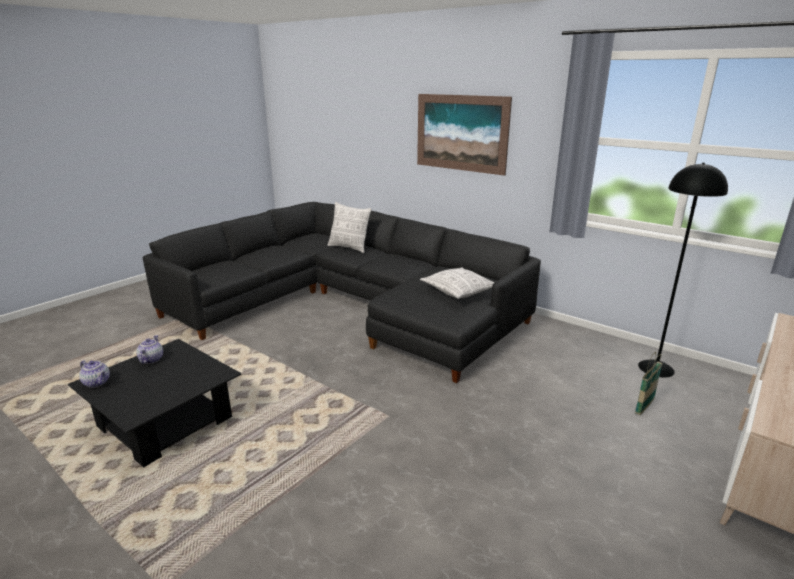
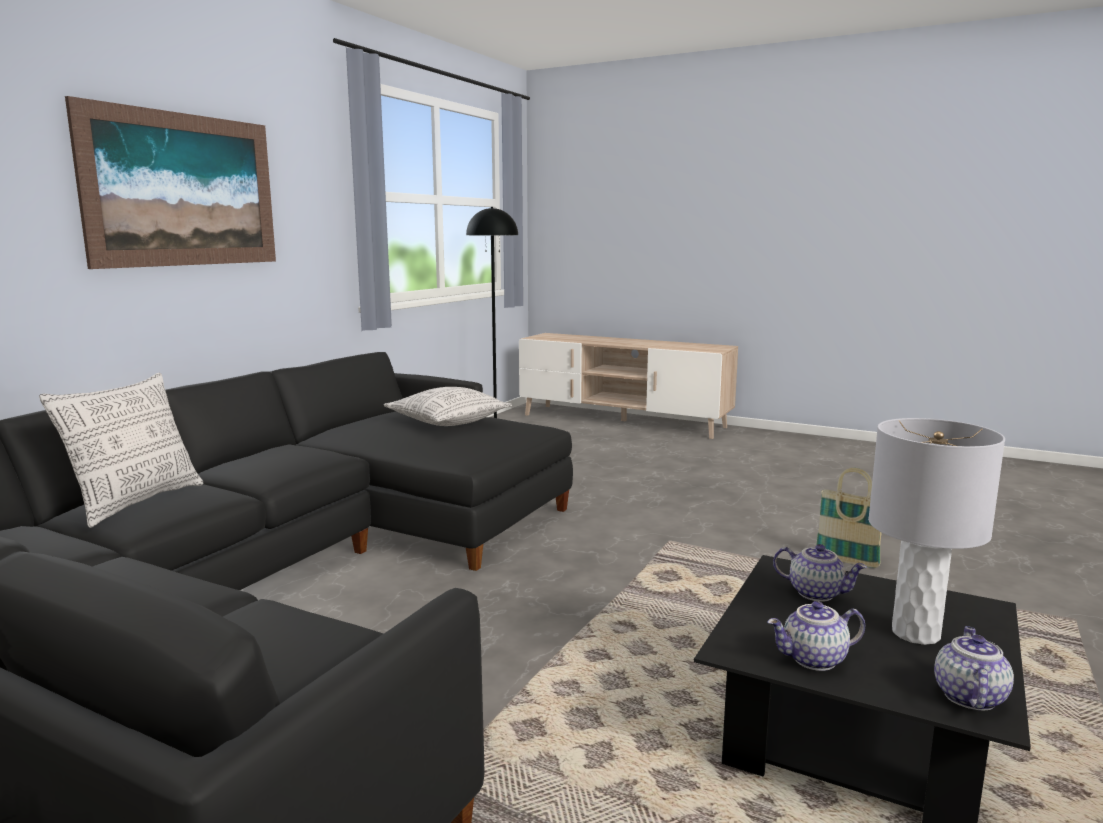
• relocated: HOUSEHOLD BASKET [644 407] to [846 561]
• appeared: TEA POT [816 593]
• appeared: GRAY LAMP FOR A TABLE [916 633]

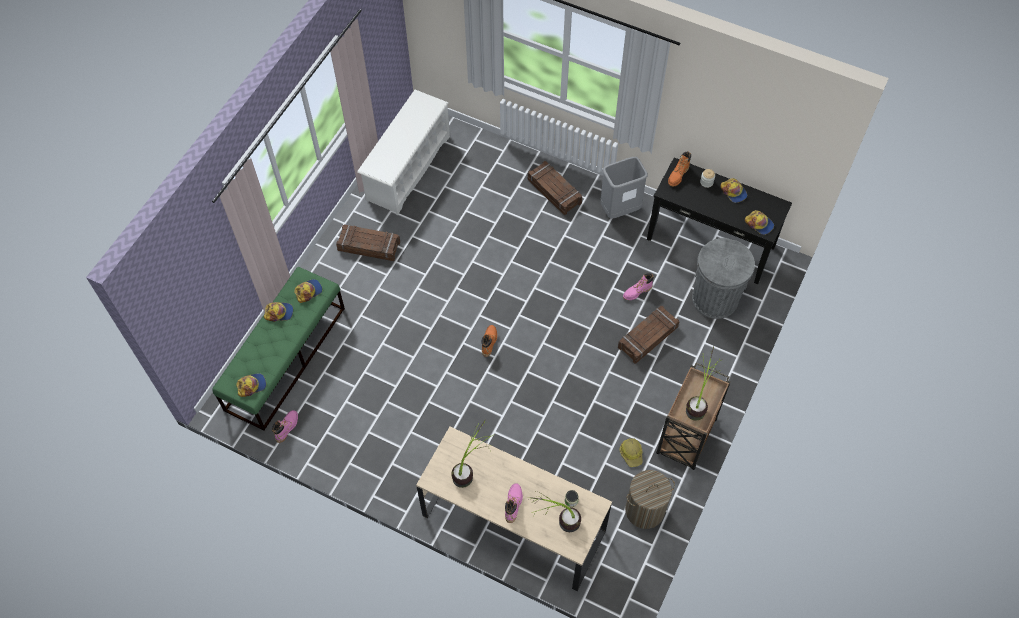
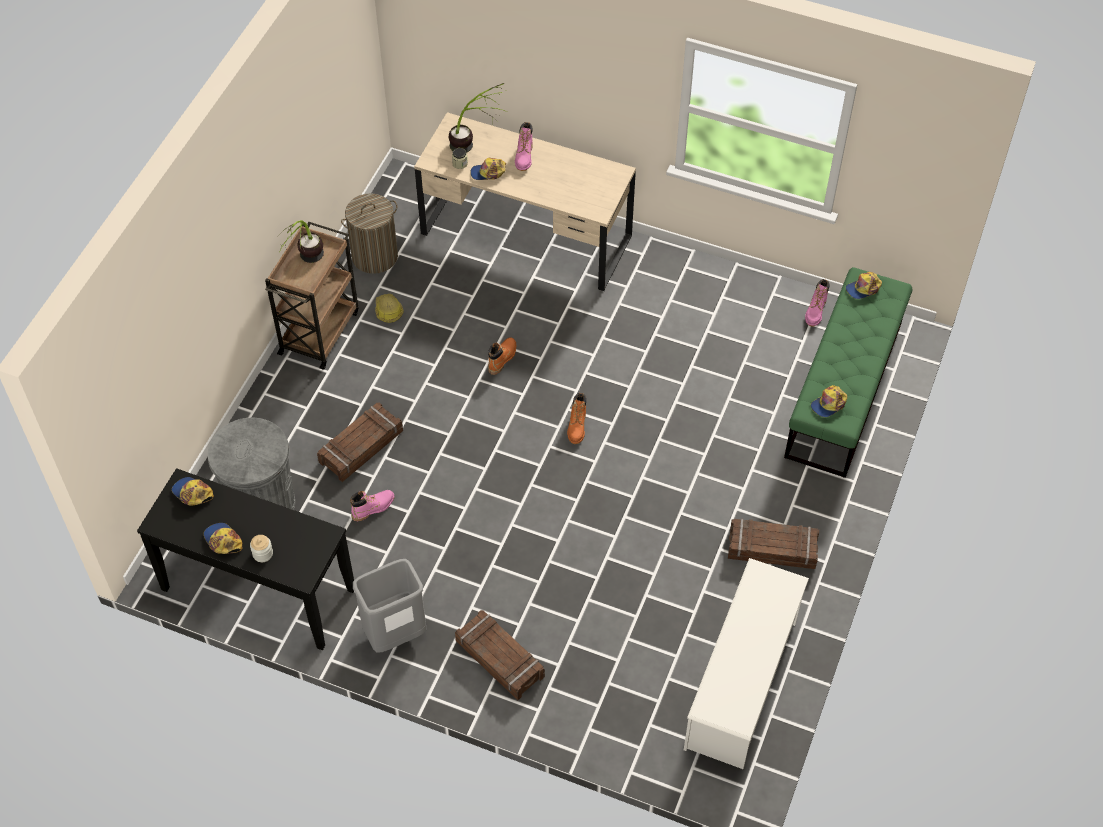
• relocated: PEAKED CAP [279 313] to [488 172]
• missing: POTTED PLANT [471 468]
• relocated: ORANGEY HIGH-TOP BOOT [678 175] to [502 358]

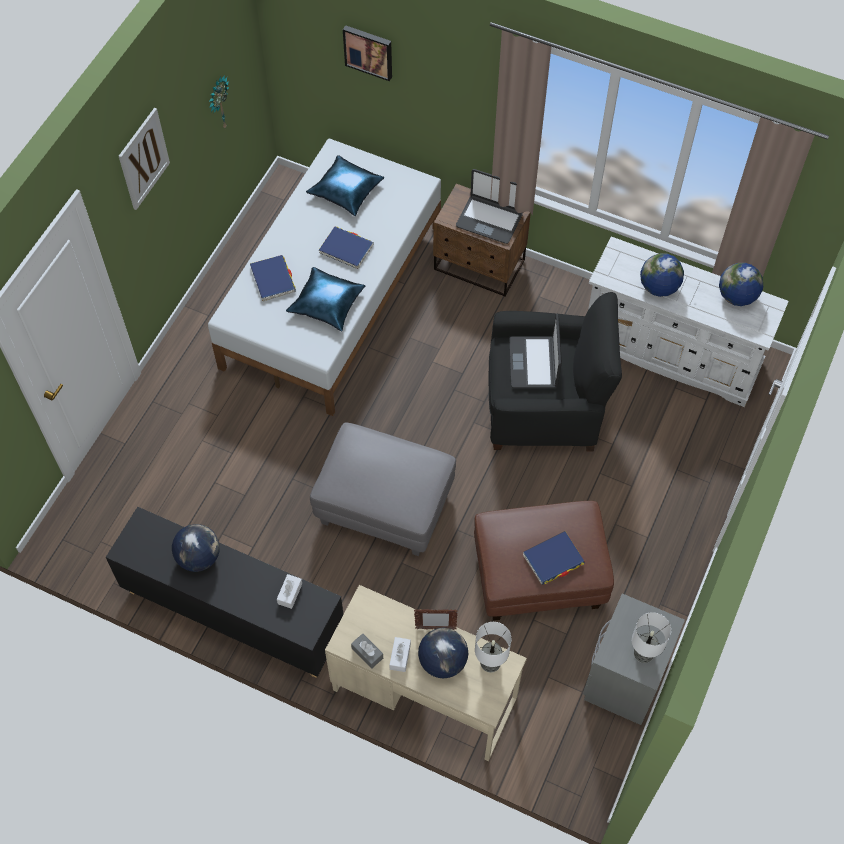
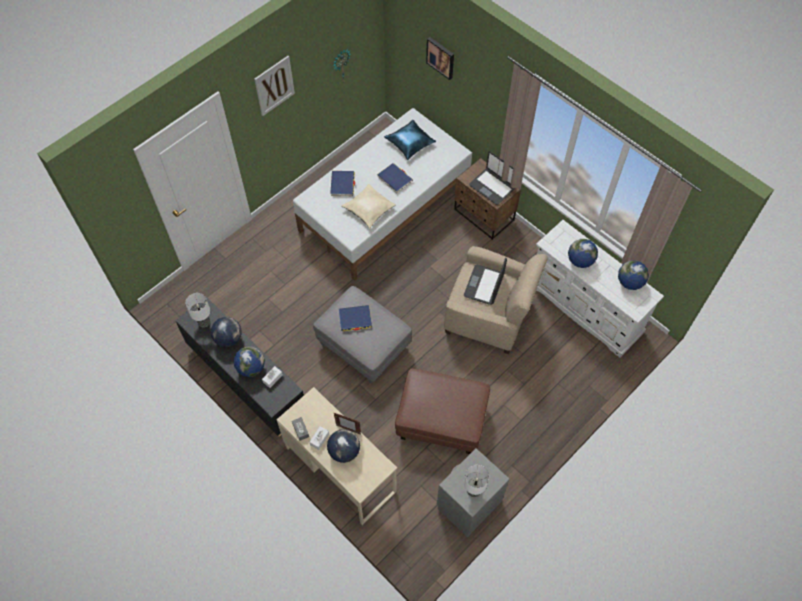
• colour: BLUE-COLOURED CUSHION [327 304] to SAND-COLOURED CUSHION [369 209]
• relocated: LAMP FOR A TABLE [490 662] to [204 321]
• colour: BLACKISH ARMCHAIR [544 406] to SAND-COLOURED ARMCHAIR [489 315]
• relocated: BLUE-COLOURED BOUND BOOK [553 559] to [355 319]
• appeared: DESK GLOBE [251 368]

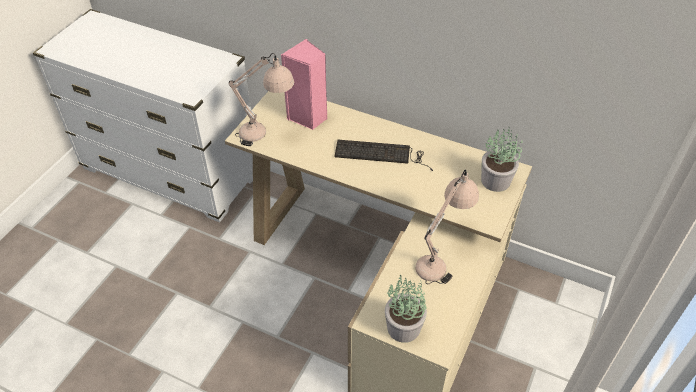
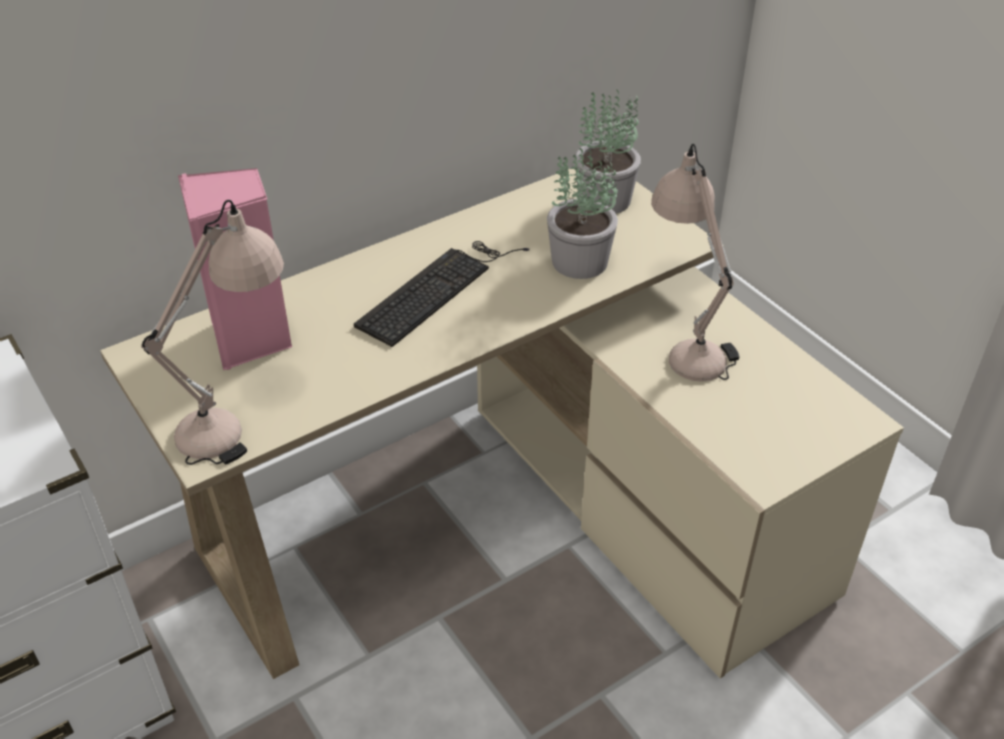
• relocated: POTTED PLANT [402 327] to [579 262]

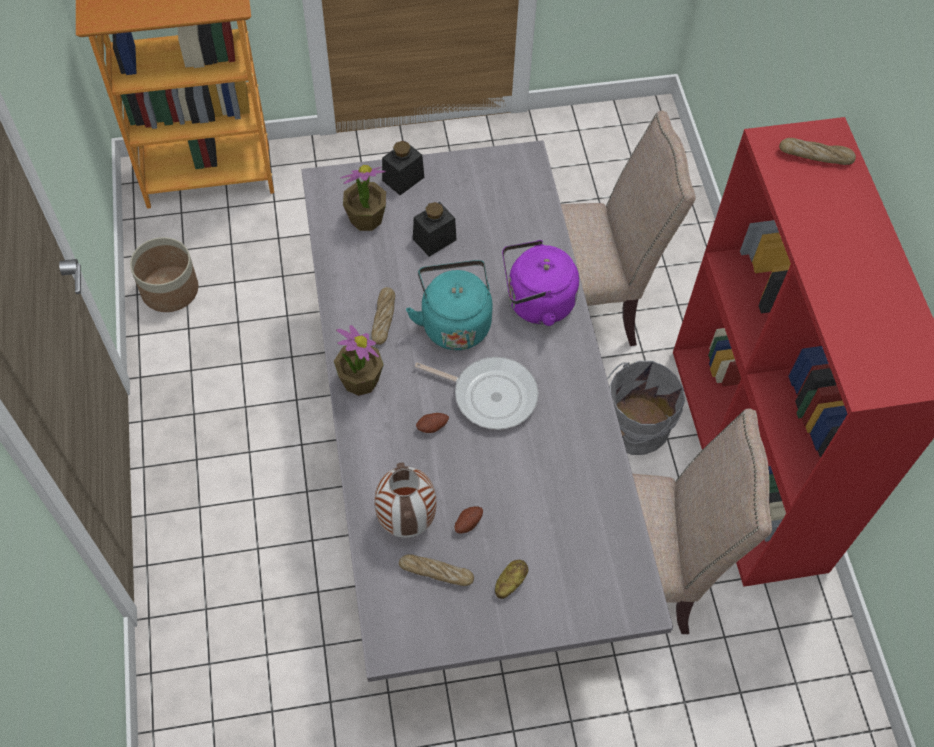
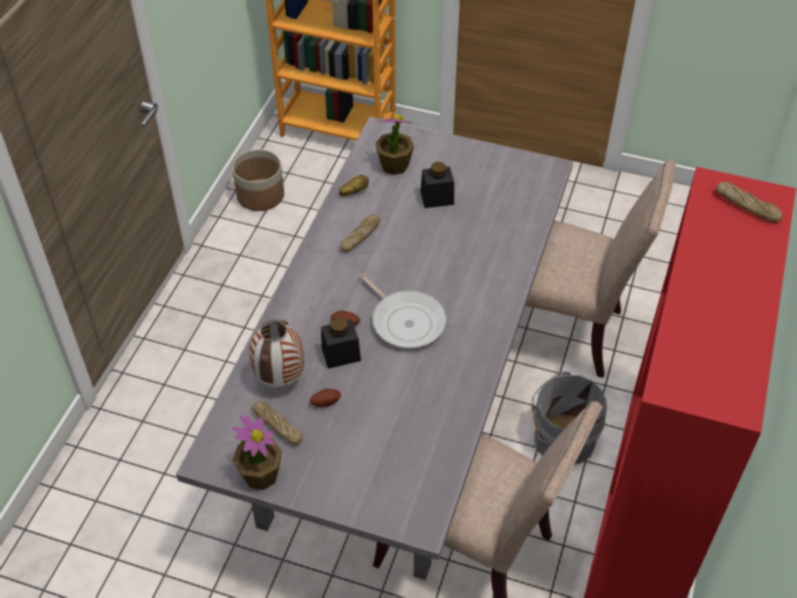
• relocated: POTTED PLANT [360 380] to [260 474]
• relocated: BLACKISH STORAGE JAR [403 179] to [341 354]
• missing: BLUE-GREEN TEA KETTLE [454 322]
• relocated: SPUD [509 582] to [354 192]
• missing: PURPLE TEA KETTLE [536 303]

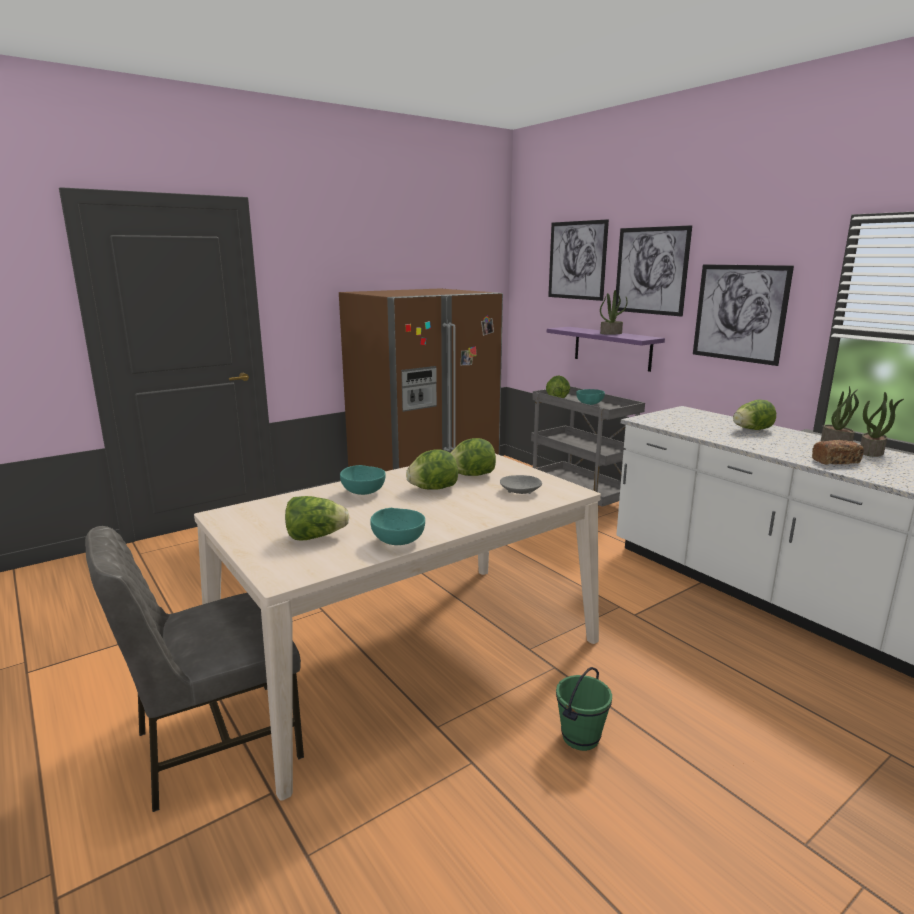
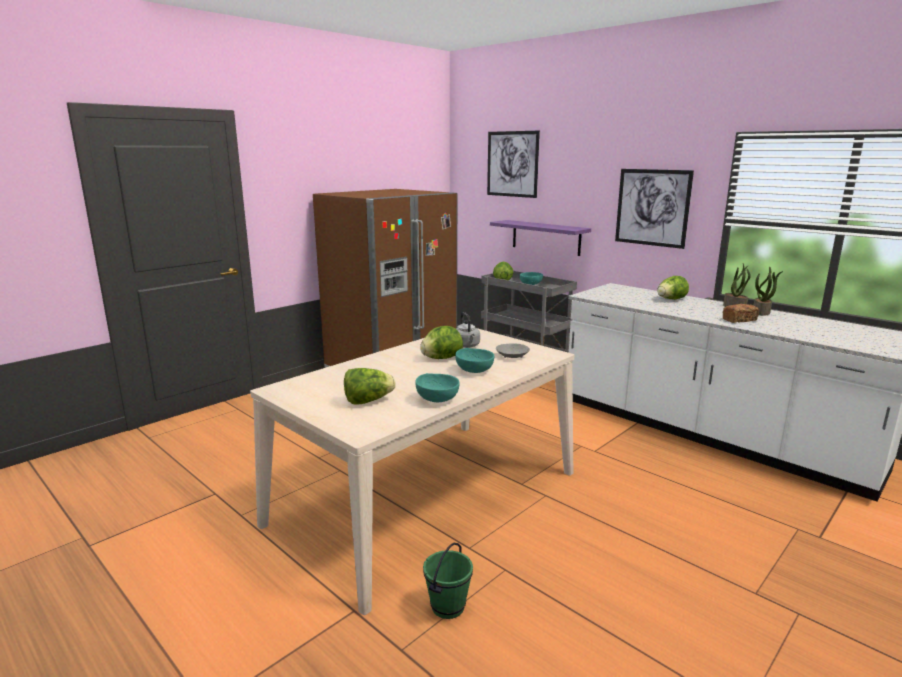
• missing: GRAY PLAIN CHAIR [215 743]
• relocated: BLUE-GREEN SERVING BOWL [364 492] to [474 371]
• exchanged: LETTUCE [472 475] to GRAY TEA KETTLE [467 346]
• relocated: GREEN BUCKET [581 738] to [448 607]
• missing: POTTED PLANT [611 333]
• missing: PICTURE [651 271]

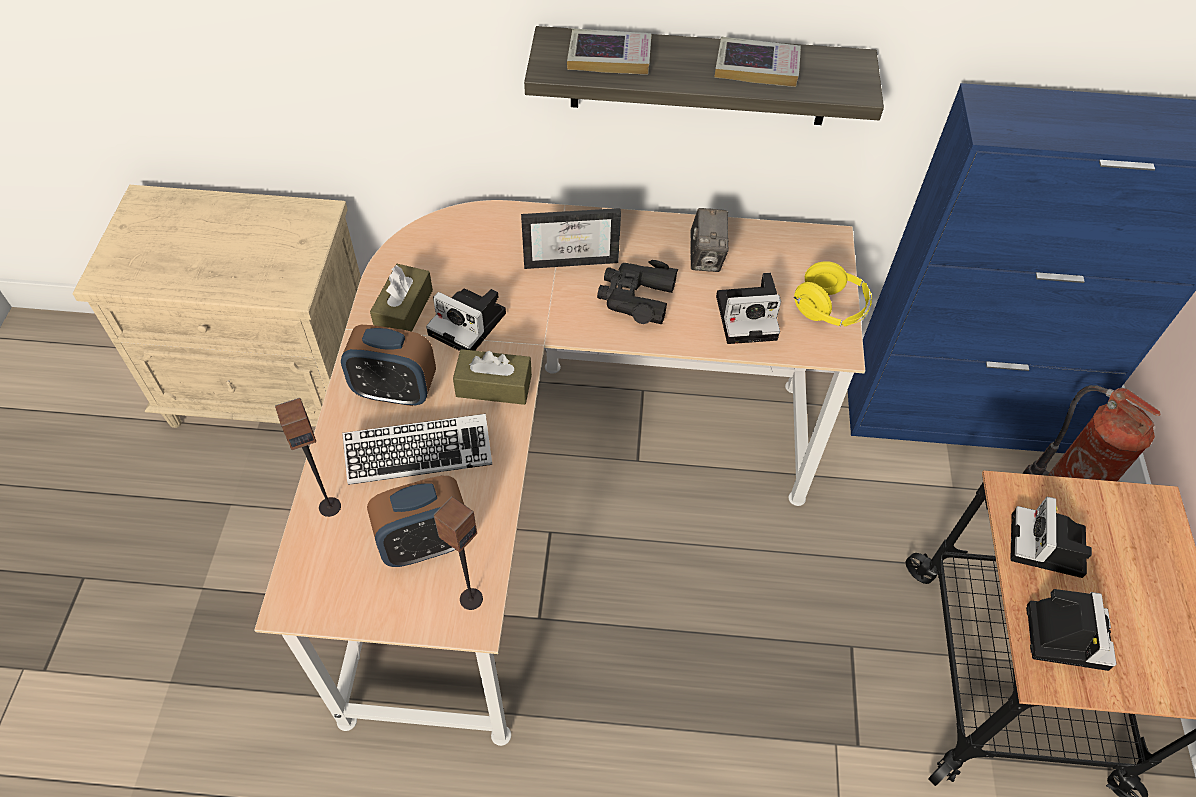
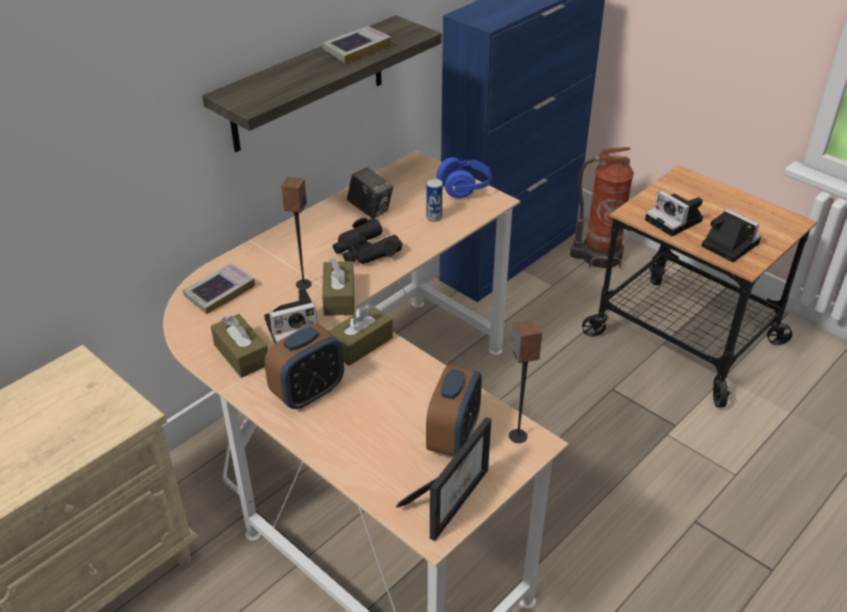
• relocated: LOUDSPEAKER [330 506] to [303 284]
• missing: COMPUTER KEYBOARD [419 453]
• relocated: PHOTO FRAME [572 257] to [451 497]
• relocated: BOUND BOOK [609 57] to [220 292]
• exchanged: PHOTO CAMERA [749 316] to CAN [434 217]
• colour: YELLOW-COLOURED HEADSET [829 309] to BLUE-COLOURED HEADSET [464 188]
• appeared: BROWNISH BOX OF TISSUES [339 297]

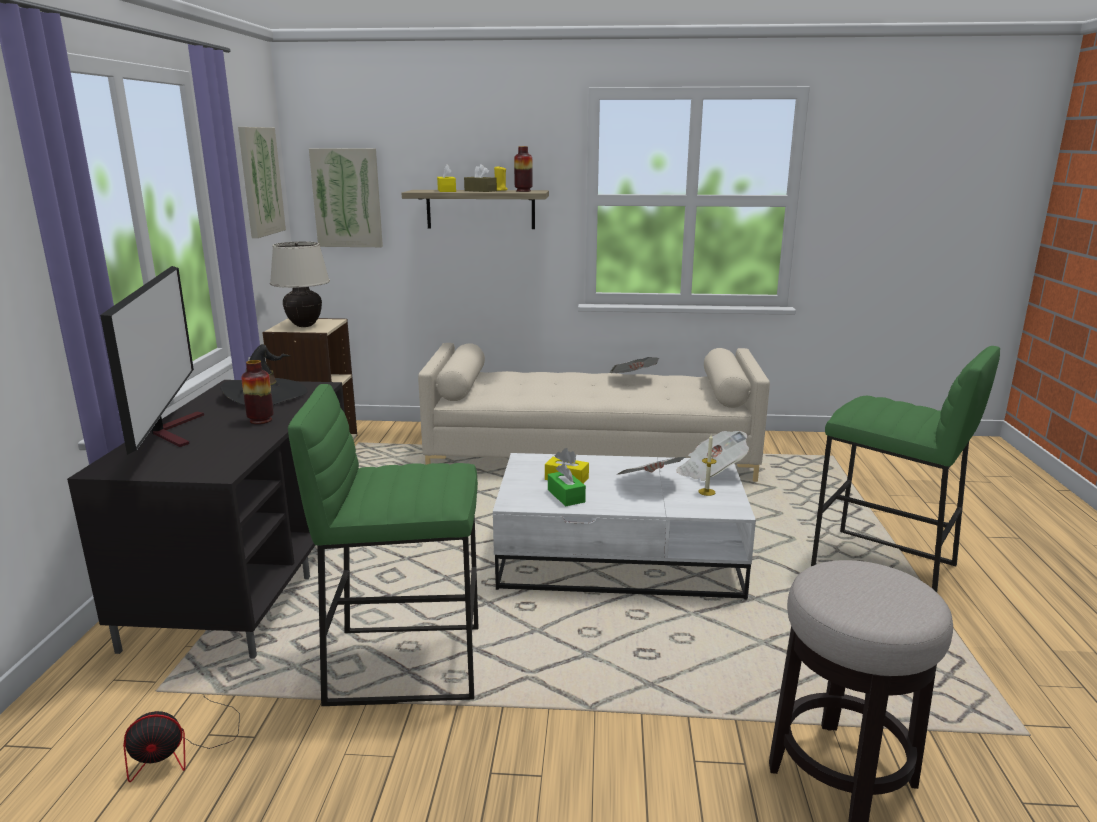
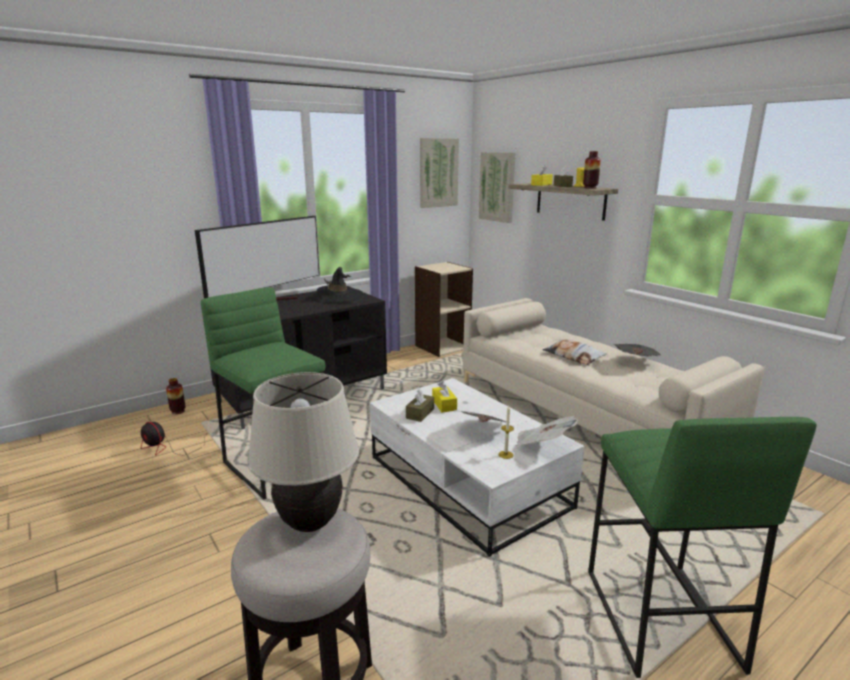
• relocated: DECORATIVE VASE [261 420] to [178 411]
• relocated: SAND-COLOURED LAMP FOR A TABLE [304 325] to [310 523]
• colour: GREEN BOX OF TISSUES [566 496] to BROWNISH BOX OF TISSUES [420 413]
• appeared: CUSHION [573 356]

